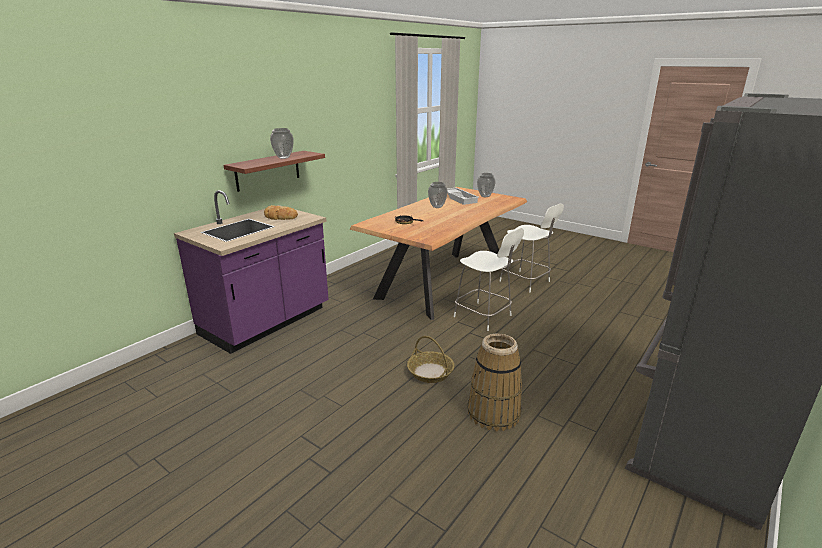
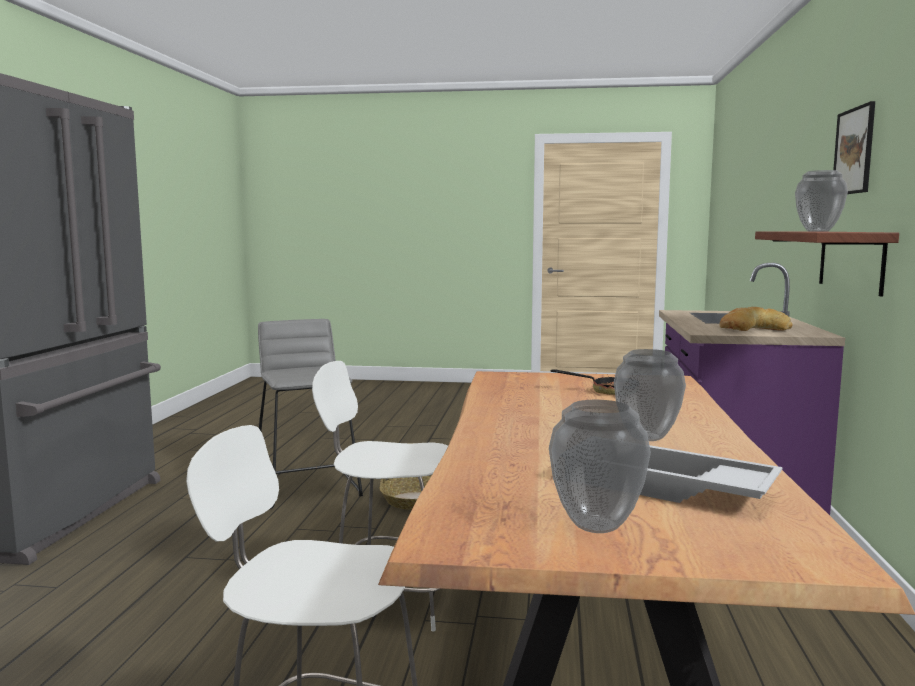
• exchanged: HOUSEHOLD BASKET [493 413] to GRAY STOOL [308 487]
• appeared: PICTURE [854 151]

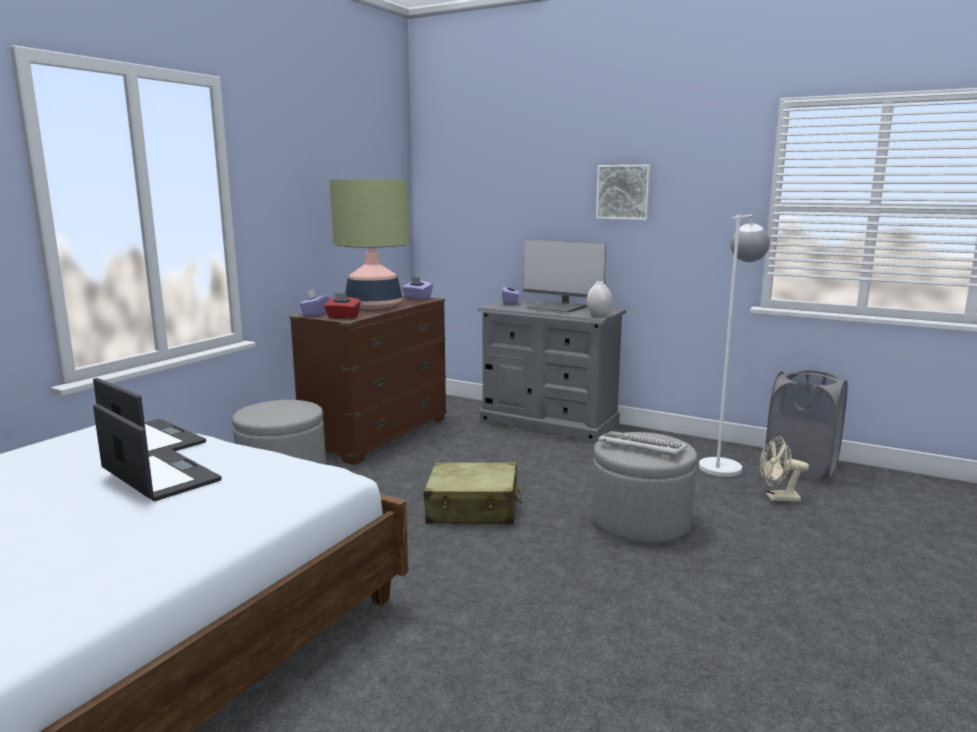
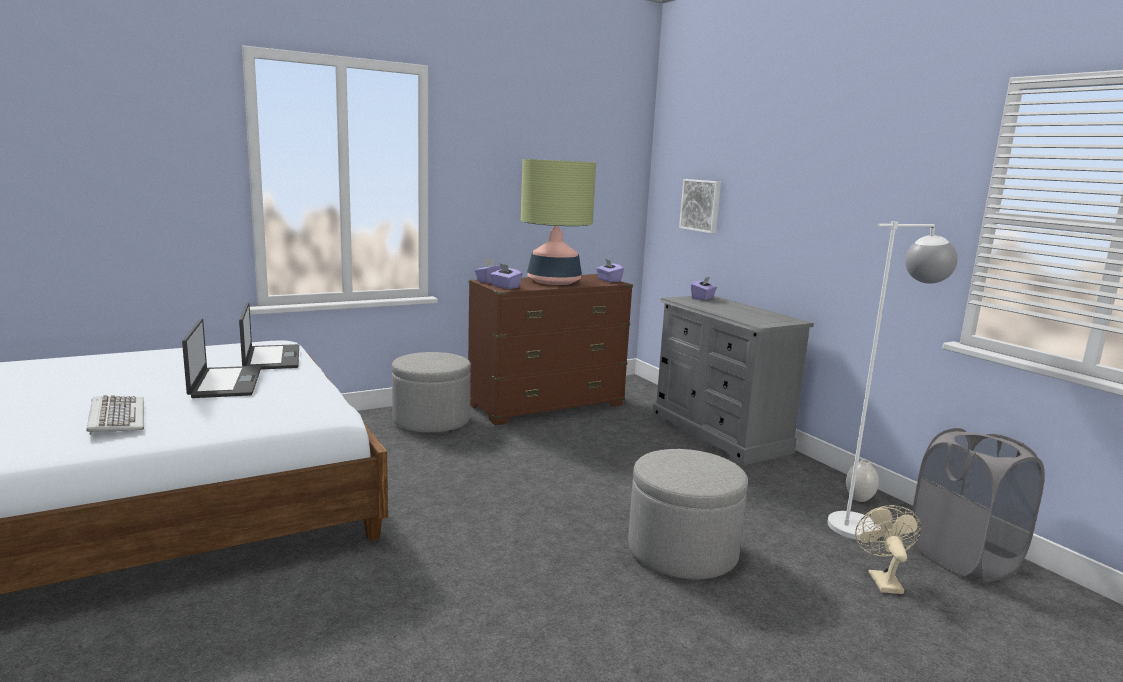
• colour: RED BOX OF TISSUES [342 317] to PURPLE BOX OF TISSUES [505 287]
• missing: SAND-COLOURED PIECE OF LUGGAGE [473 509]
• missing: COMPUTER SCREEN [557 308]
• relocated: WHITE-COLOURED DECORATIVE VASE [599 316] to [859 499]
• relocated: PICTURE [624 192] to [701 205]
• relocated: COMPUTER KEYBOARD [641 446] to [116 418]
• spun: SAND-COLOURED ELECTRIC FAN [777 498] = [882 579] 60 degrees clockwise

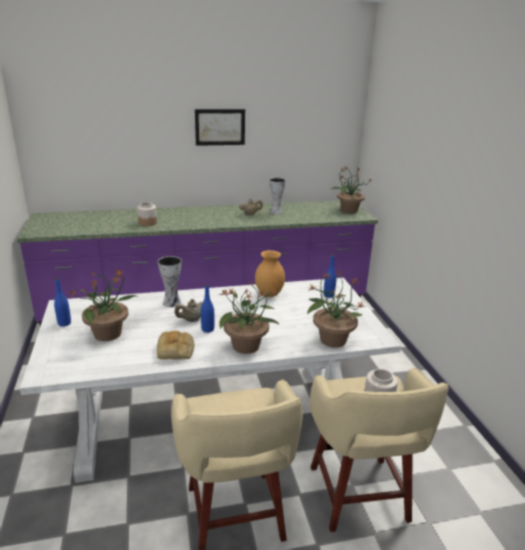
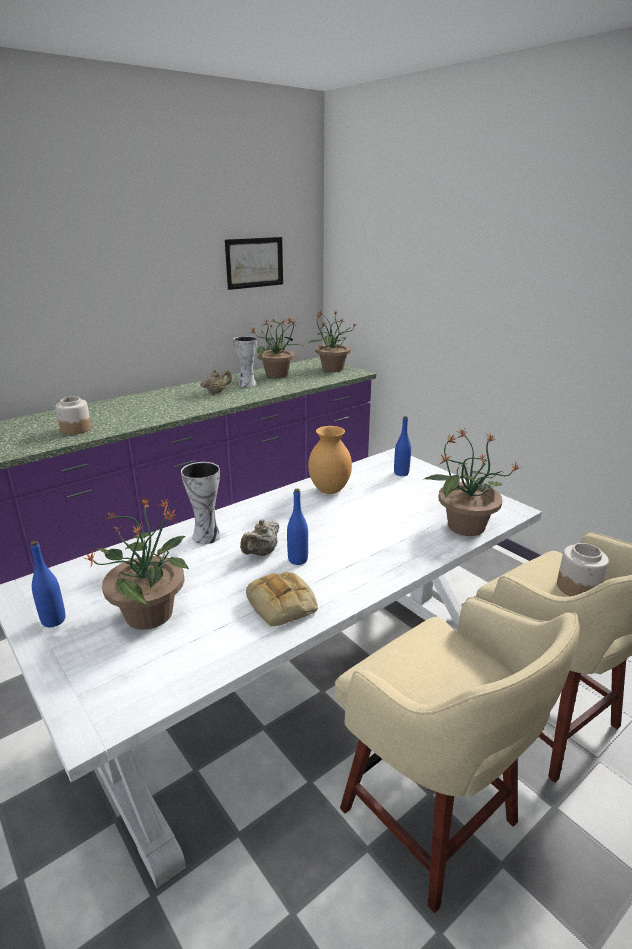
• relocated: PICTURE [220 127] to [254 262]
• relocated: POTTED PLANT [246 346] to [277 374]

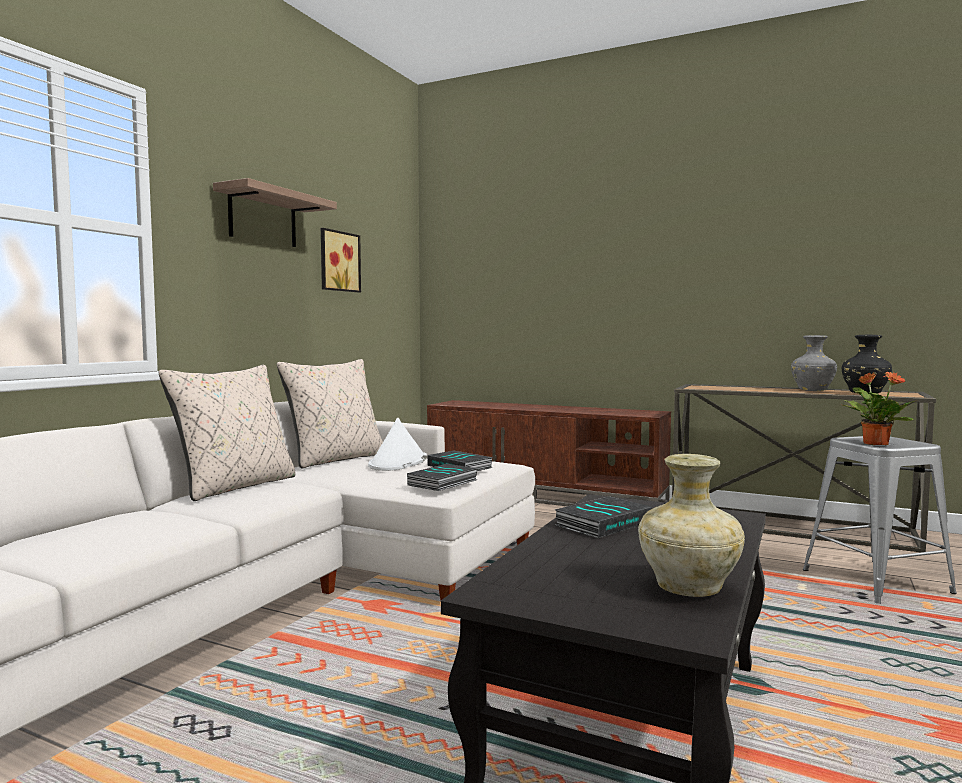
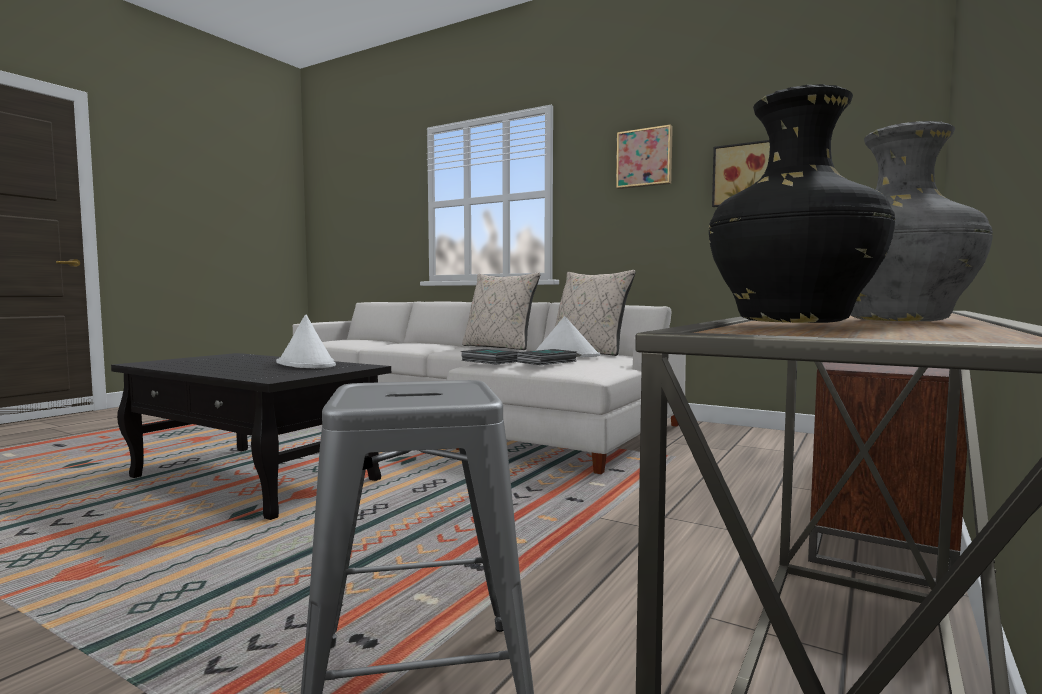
• exchanged: SHELF [263 218] to PICTURE [644 158]
• exchanged: BOUND BOOK [602 523] to WHITE-COLOURED HAT [306 364]
• missing: SAND-COLOURED DECORATIVE VASE [687 588]
• missing: POTTED PLANT [875 443]

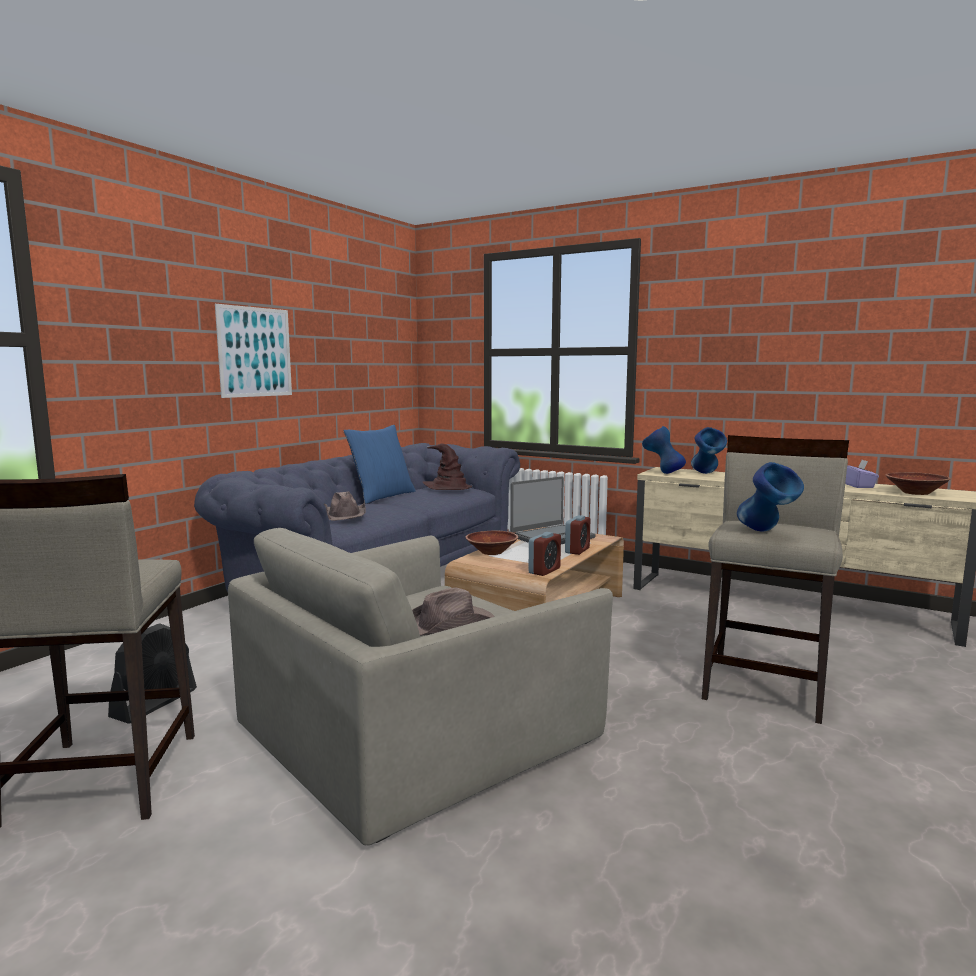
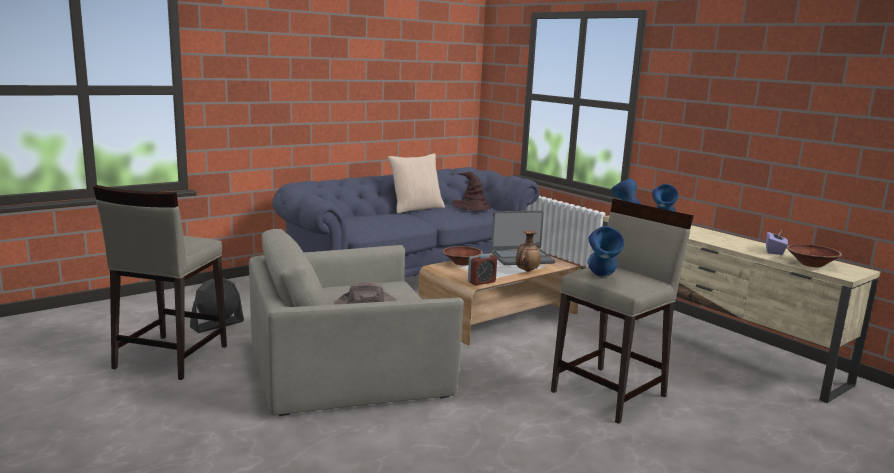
• missing: PICTURE [255 352]
• missing: BROWNISH HAT [345 514]
• colour: BLUE-COLOURED CUSHION [382 496] to SAND-COLOURED CUSHION [416 208]
• exchanged: TABLE CLOCK [577 550] to DECORATIVE VASE [526 271]

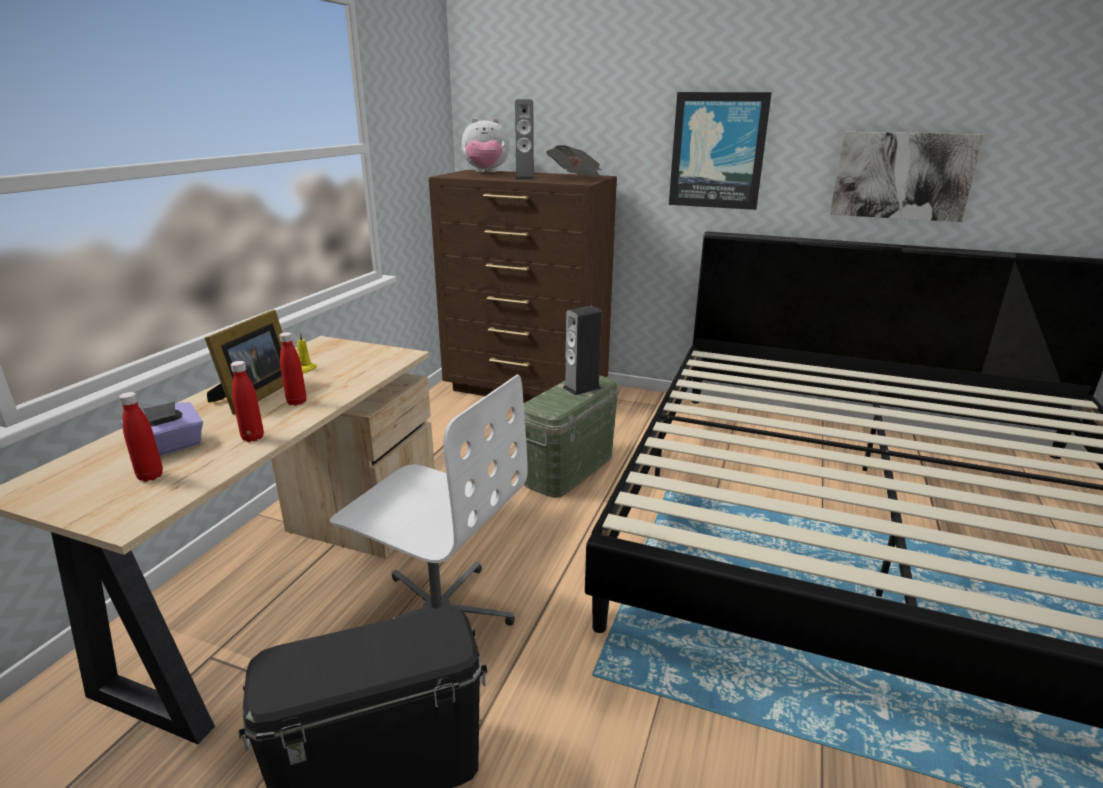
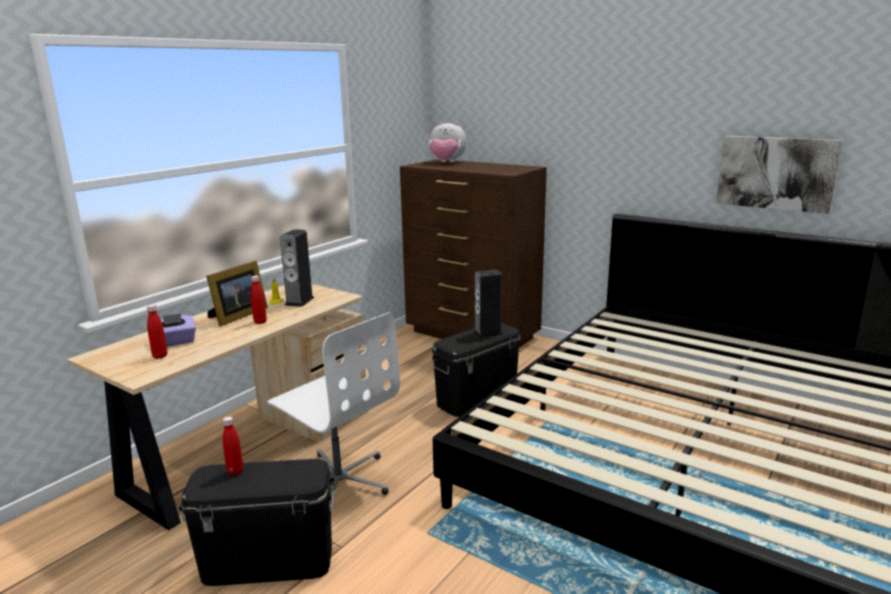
• relocated: RED BEVERAGE BOTTLE [253 437] to [235 471]
• relocated: LOUDSPEAKER [525 178] to [299 301]
• colour: GREEN STORAGE CONTAINER [568 469] to BLACKISH STORAGE CONTAINER [477 397]
• missing: PRINTED PAPER [576 178]
• missing: PICTURE [717 151]

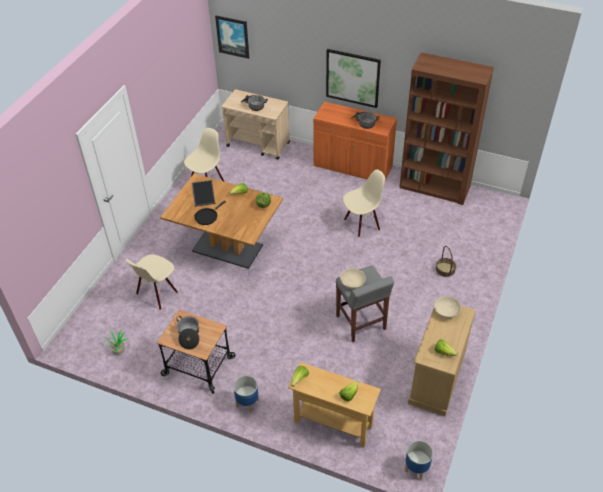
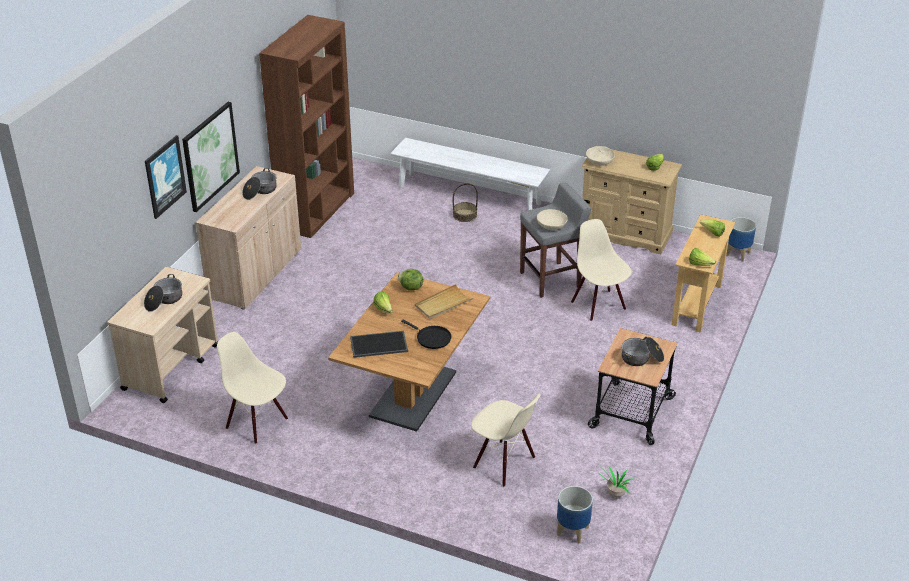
• relocated: PICTURE [233 36] to [164 176]
• relocated: PLANTER [247 403] to [572 531]
• colour: ORANGEY STORAGE CABINET [352 167] to SAND-COLOURED STORAGE CABINET [255 274]
• relocated: SAND-COLOURED PLAIN CHAIR [362 224] to [599 305]
• appeared: WHITE-COLOURED BENCH [469 195]
• appeared: SAND-COLOURED TRAY [443 304]

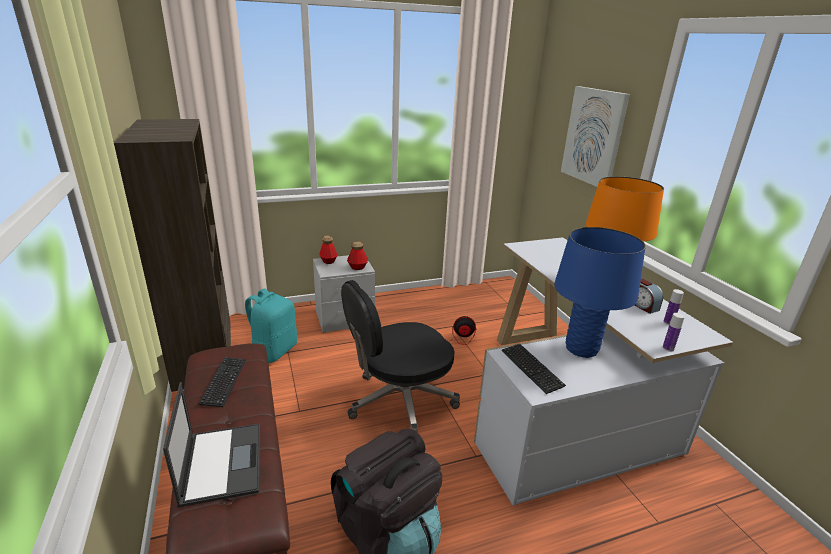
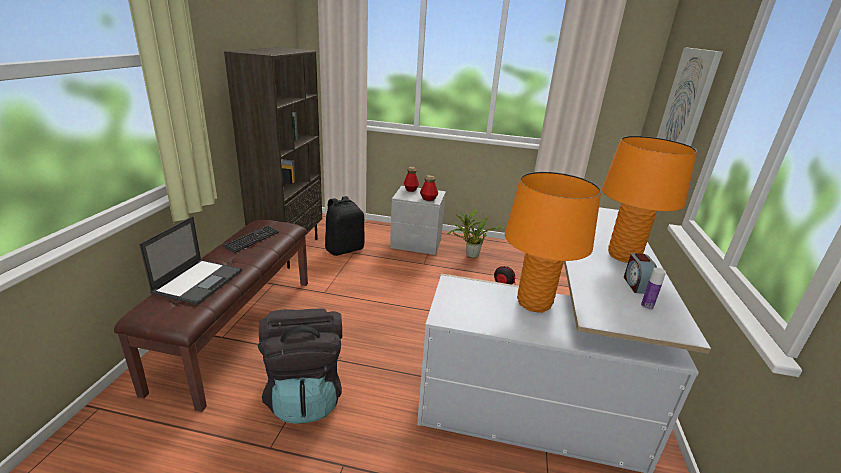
• colour: BLUE-GREEN RUCKSACK [274 351] to BLACKISH RUCKSACK [344 249]
• missing: BLACKISH OFFICE CHAIR [399 402]
• missing: COMPUTER KEYBOARD [531 369]
• colour: BLUE-COLOURED LAMP FOR A TABLE [581 349] to ORANGEY LAMP FOR A TABLE [534 303]
• missing: BEVERAGE BOTTLE [668 348]
• appeared: POTTED PLANT [470 255]

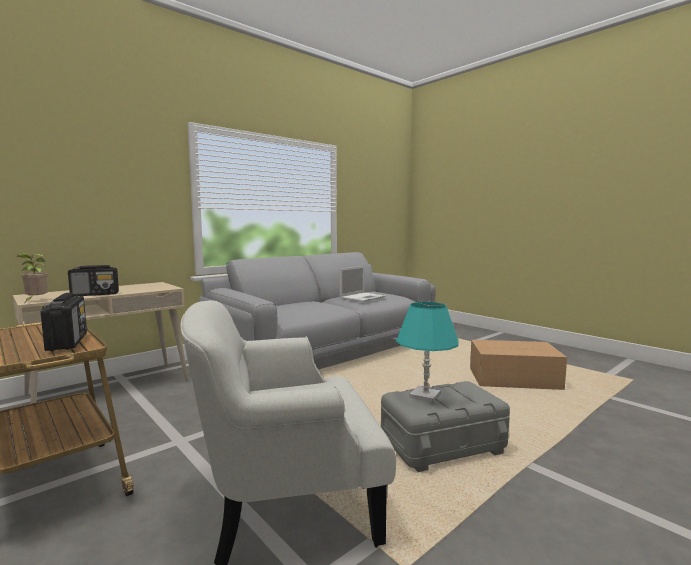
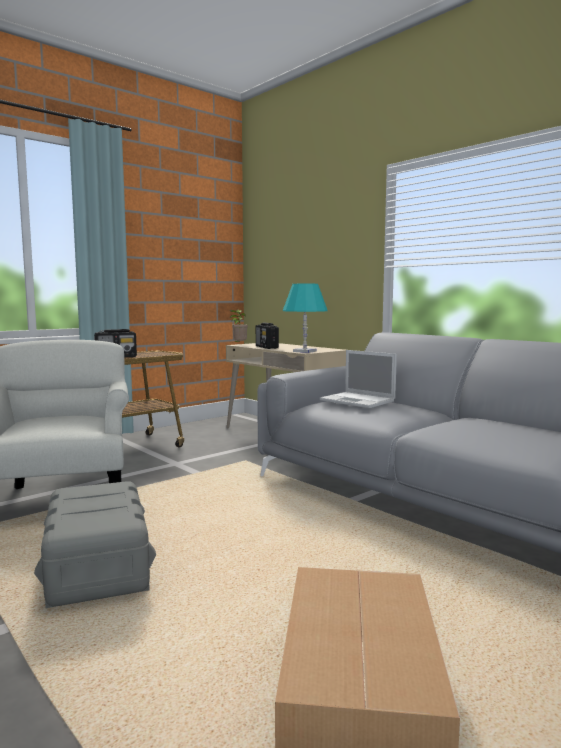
• relocated: PORTABLE COMPUTER [363 297] to [358 401]
• relocated: BLUE-GREEN LAMP FOR A TABLE [425 395] to [304 351]

